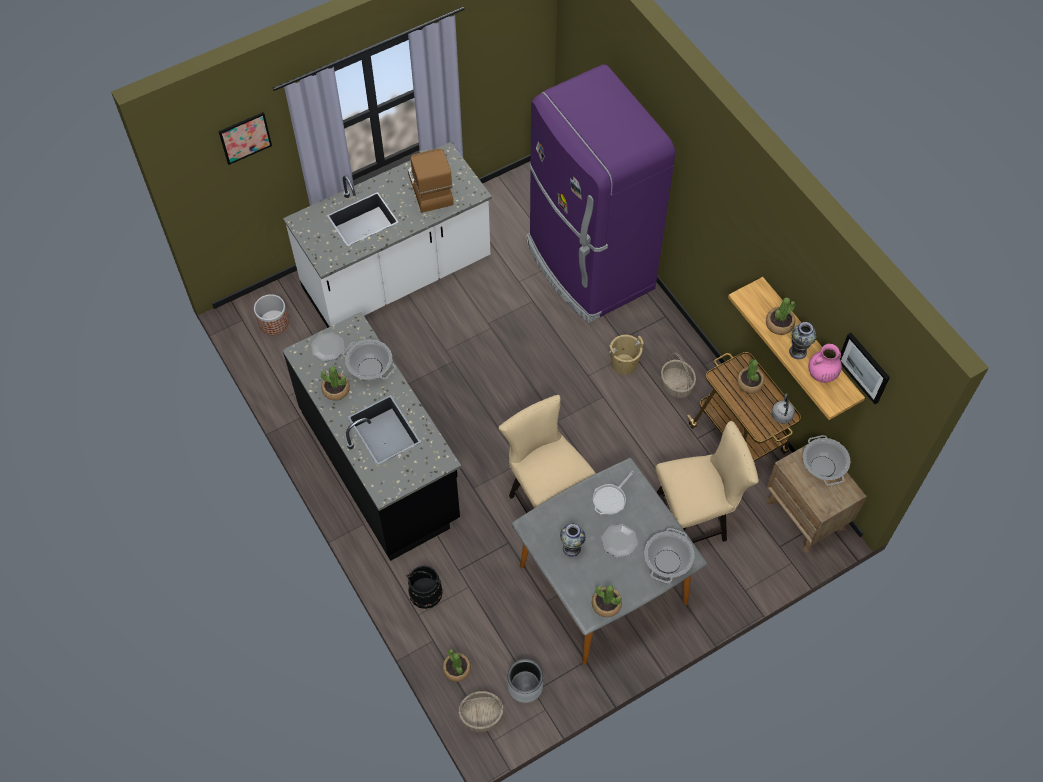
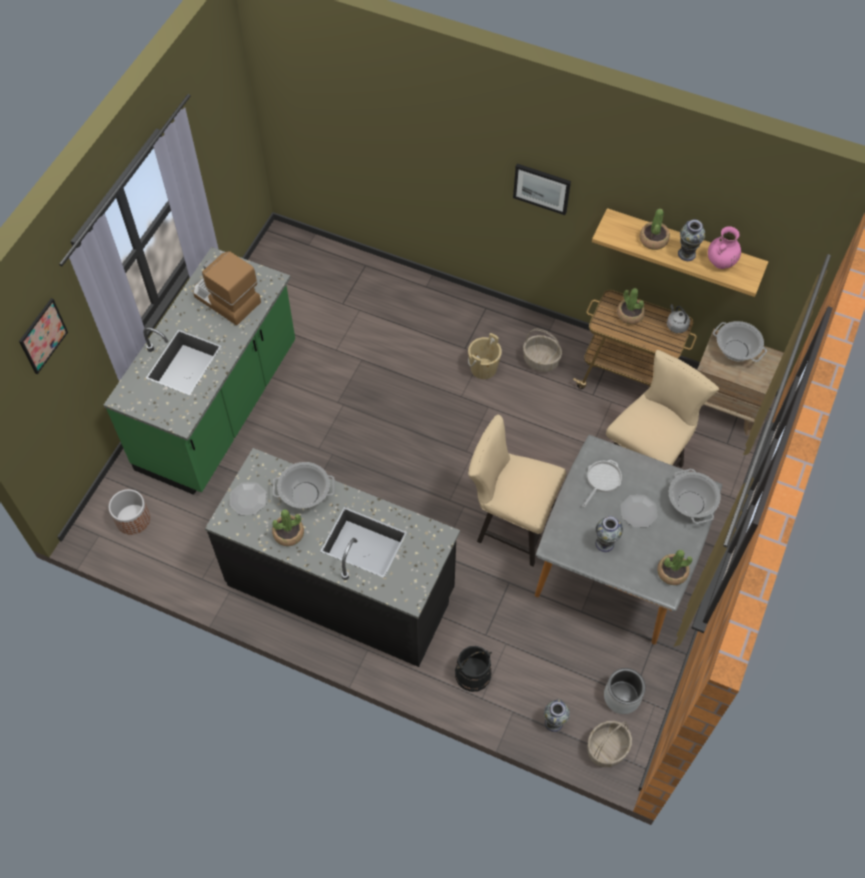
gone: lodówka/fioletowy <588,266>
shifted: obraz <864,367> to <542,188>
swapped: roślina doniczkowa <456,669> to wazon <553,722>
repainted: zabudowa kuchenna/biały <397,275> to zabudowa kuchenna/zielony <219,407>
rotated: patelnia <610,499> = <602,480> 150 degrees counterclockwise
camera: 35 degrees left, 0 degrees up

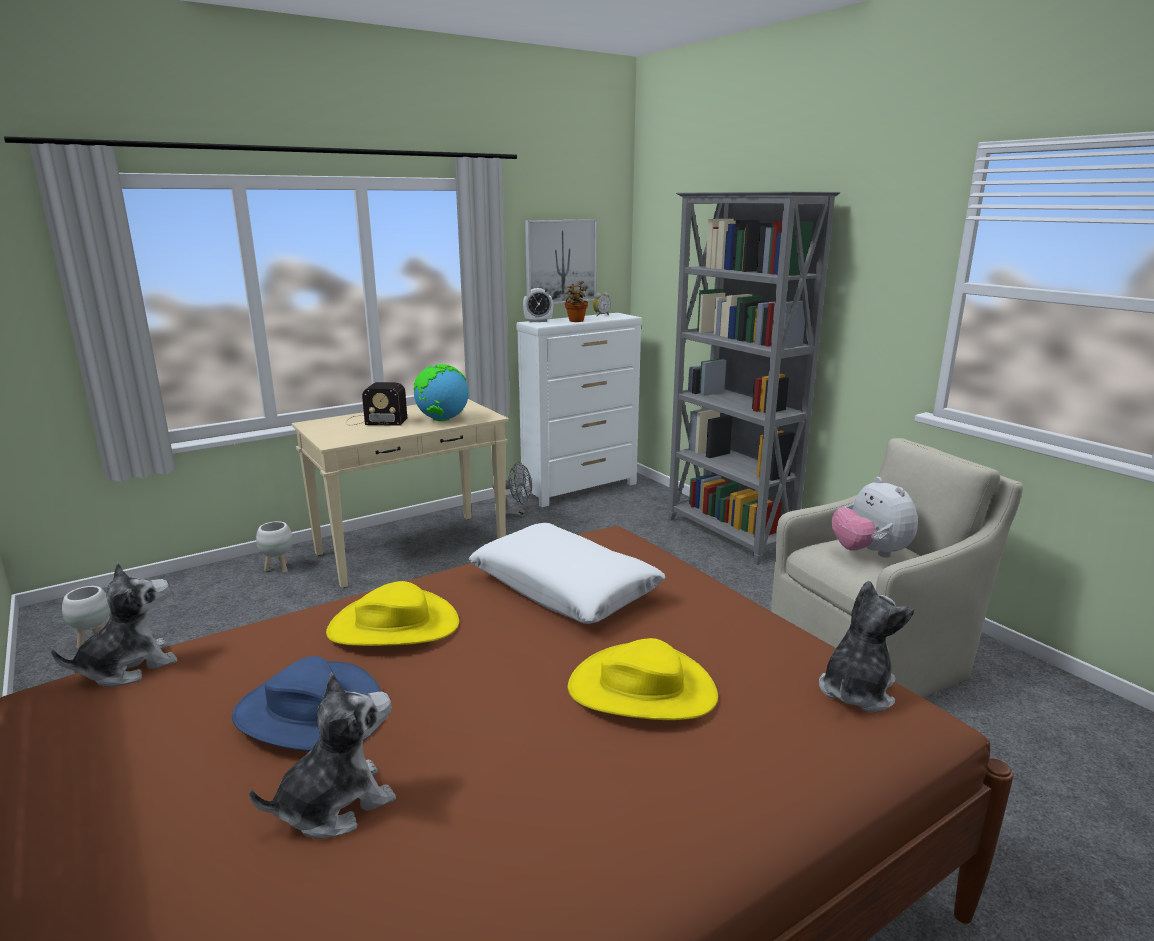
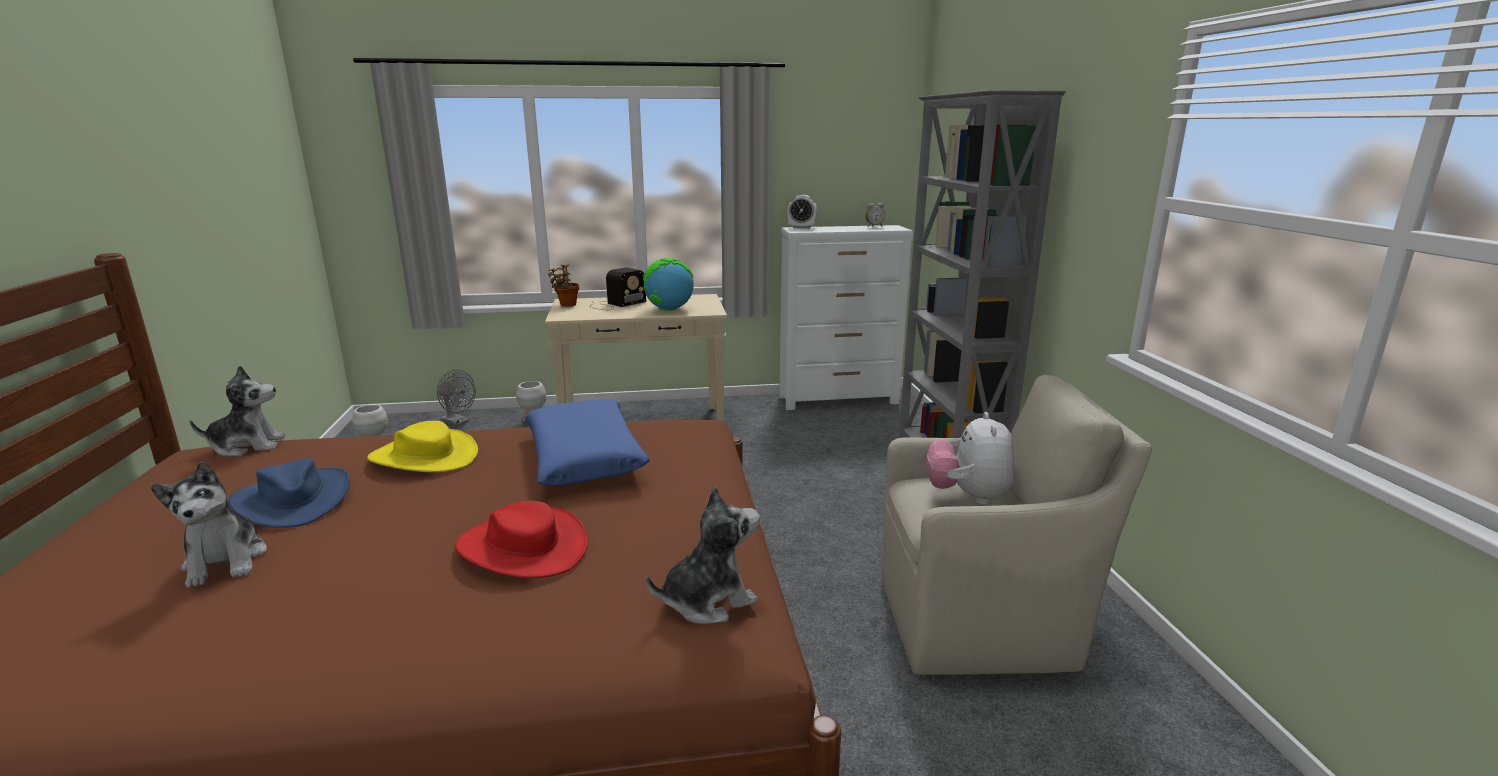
gone: obraz <560,262>
shifted: wentylator/szary <516,514> to <458,422>; roślina doniczkowa <576,321> to <566,305>
repainted: kapelusz/żółty <642,690> to kapelusz/czerwony <522,547>; poduszka/biały <564,587> to poduszka/niebieski <585,457>
rotated: pluszak <335,803> = <225,561> 75 degrees clockwise; radio <374,420> = <615,304> 75 degrees counterclockwise
camera: 25 degrees right, 0 degrees up

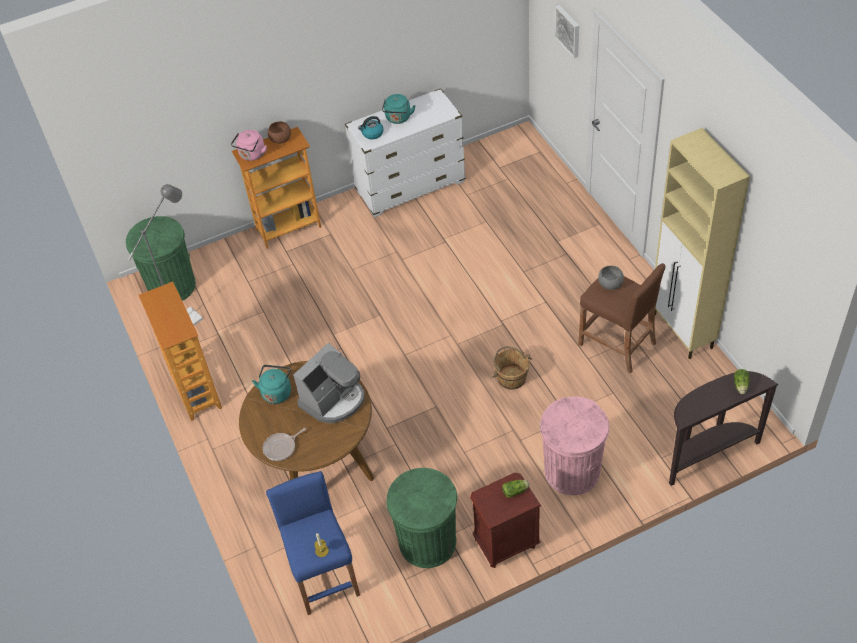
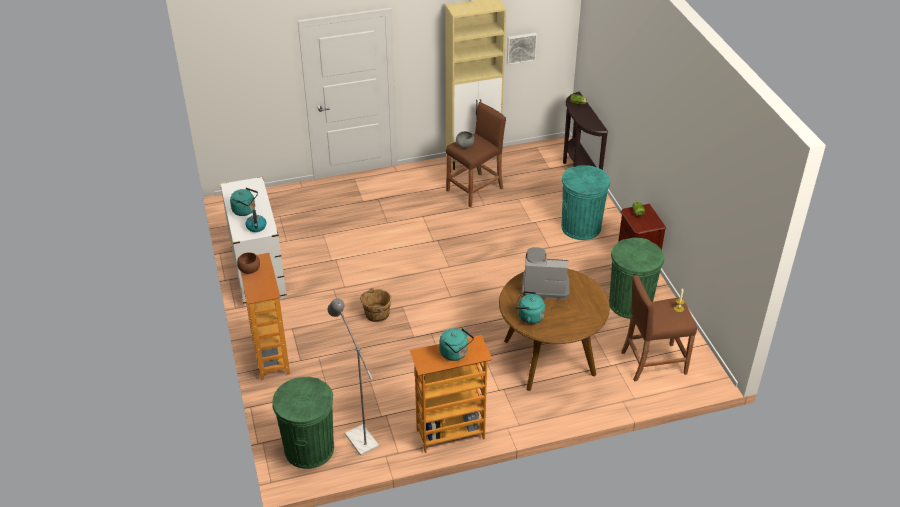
gone: czajnik/różowy <252,155>; patelnia <281,448>
new: czajnik/turkusowy <455,353>
shifted: wiadro/brązowy <511,377> to <376,314>; obraz <568,30> to <521,47>
repainted: kosz na śmieci/różowy <572,471> to kosz na śmieci/turkusowy <581,227>; stołek/niebieski <323,575> to stołek/brązowy <653,362>
rotated: ekspres do kawy <333,400> = <544,285> 45 degrees counterclockwise
camera: 85 degrees left, 10 degrees down

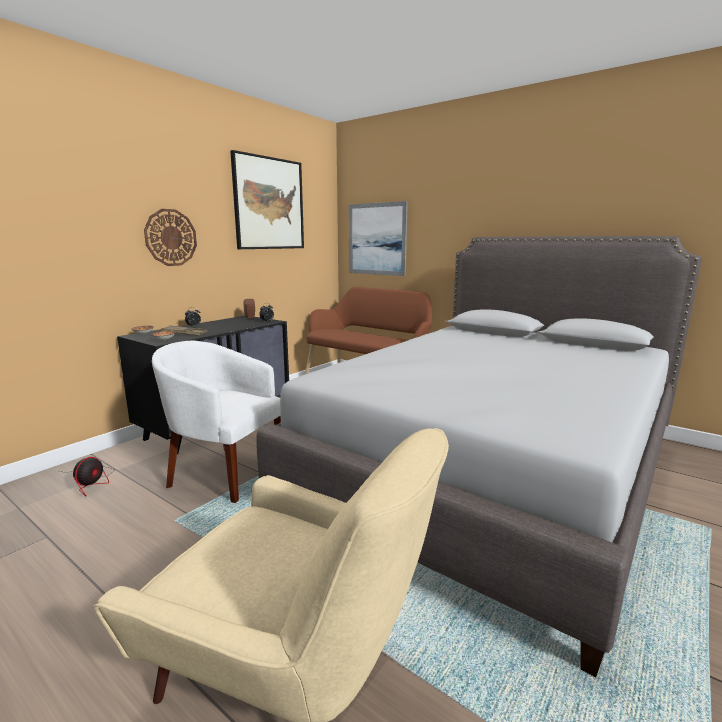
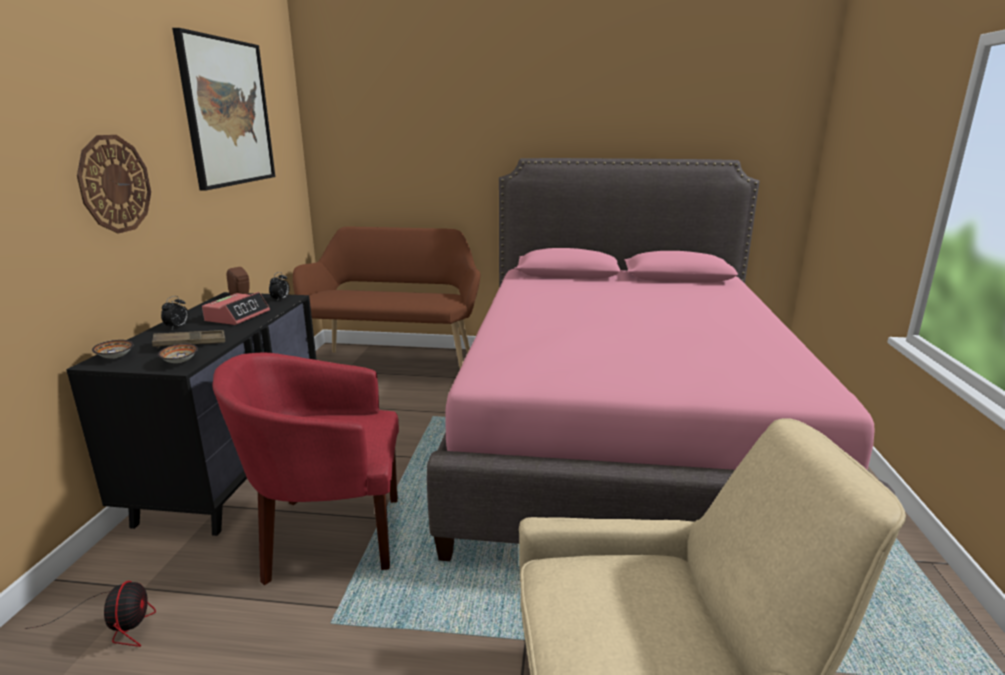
gone: obraz <377,239>
new: budzik <237,316>
repainted: fotel/biały <224,473> to fotel/czerwony <327,535>; łóżko/szary <492,470> to łóżko/różowy <623,434>
camera: 30 degrees left, 5 degrees up

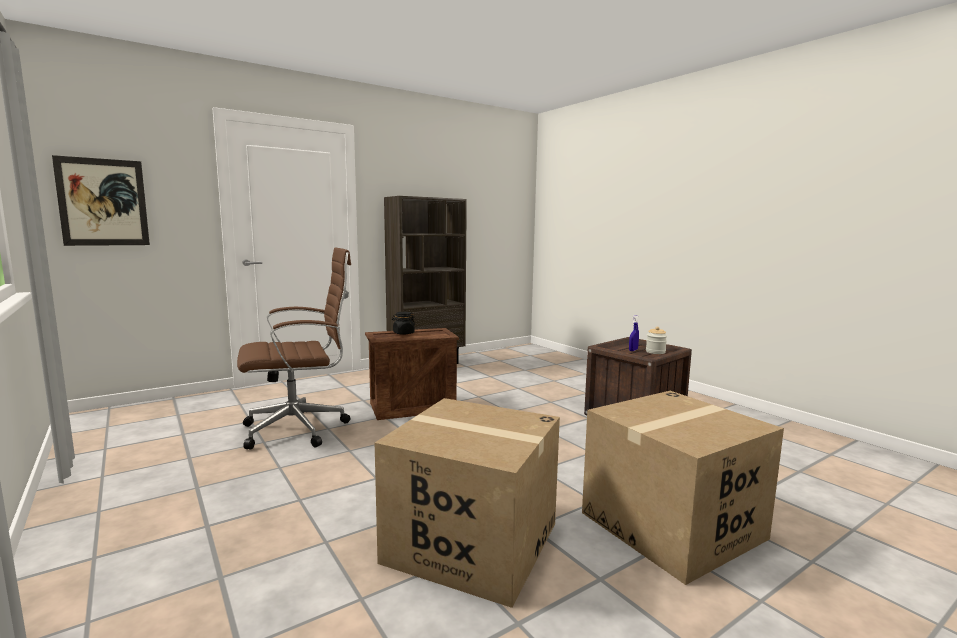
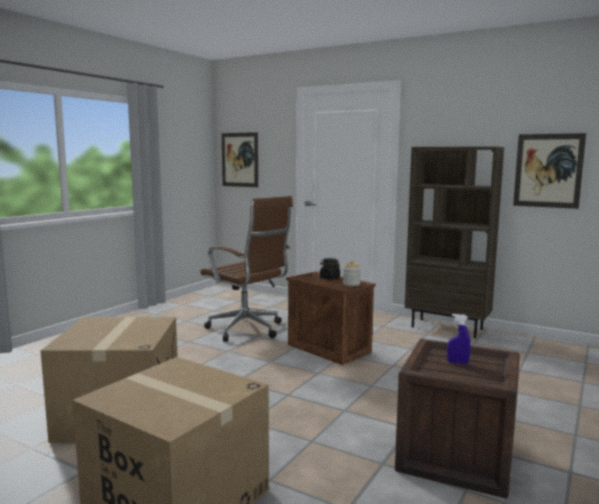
new: obraz <548,170>
shifted: słoik <655,352> to <351,284>
camera: 65 degrees right, 0 degrees up

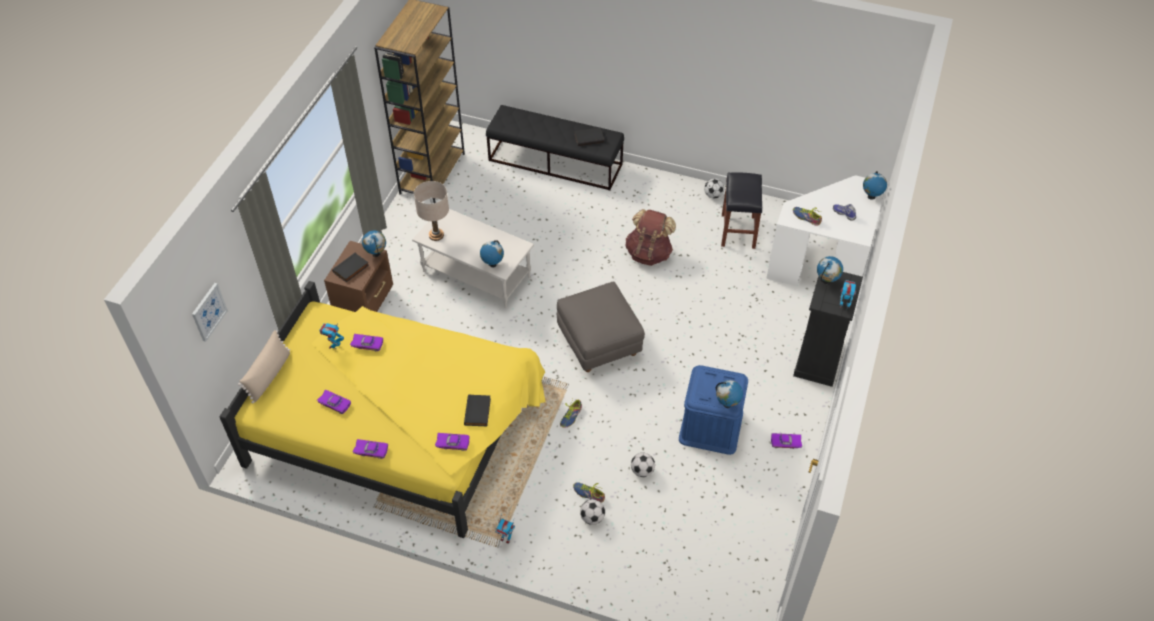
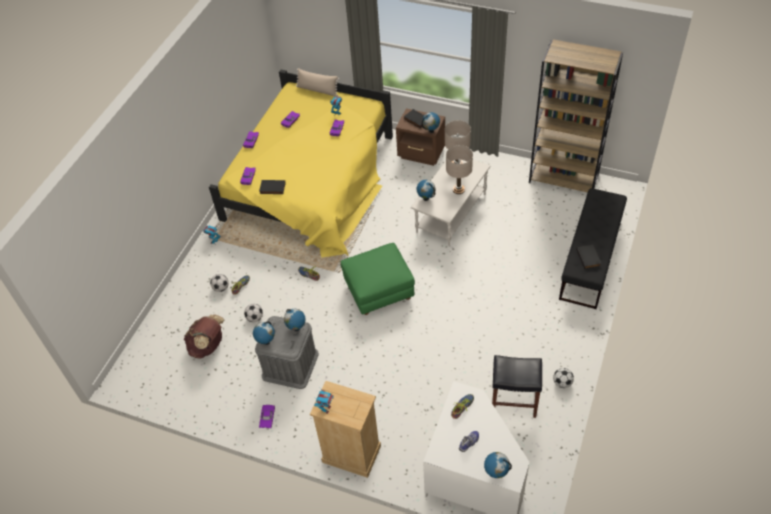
gone: obraz <208,311>
new: lampa stołowa/beżowy <458,190>
shifted: plecak/brązowy <649,253> to <208,346>; globus <826,281> to <296,328>
repainted: pojemnik do przechowywania/niebieski <711,426> to pojemnik do przechowywania/szary <290,365>; komoda/czarny <818,361> to komoda/beżowy <351,454>; pufa/szary <599,343> to pufa/zielony <379,292>
camera: 95 degrees right, 0 degrees up

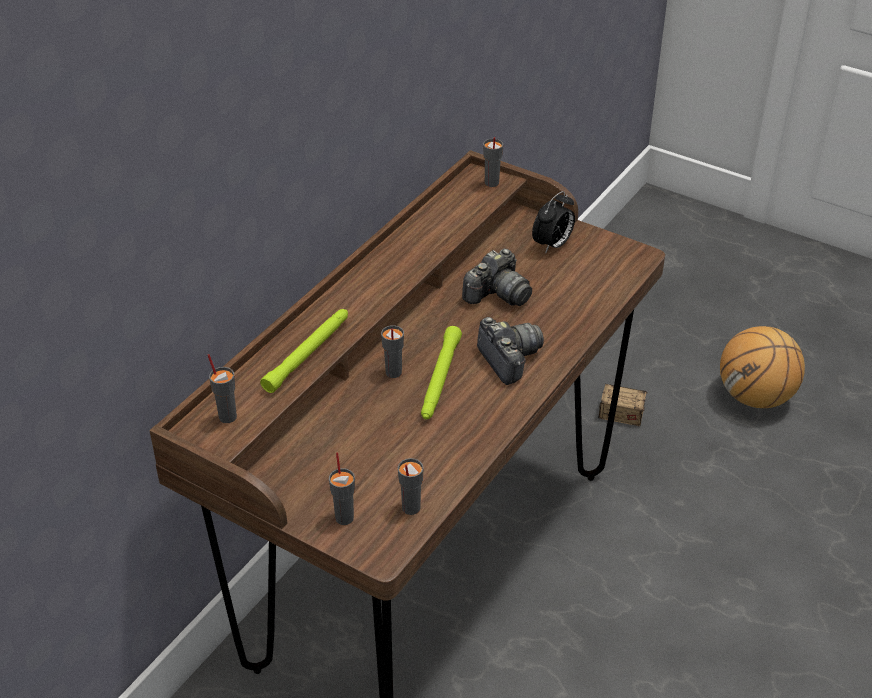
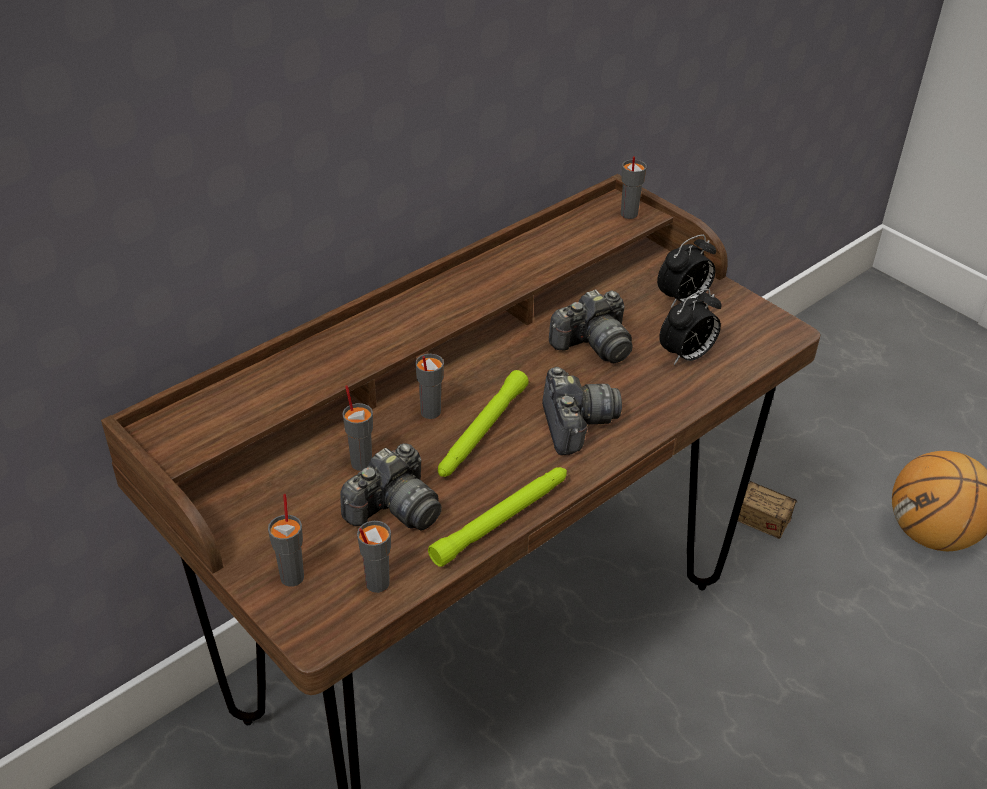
new: aparat fotograficzny <394,509>; budzik <686,356>
shifted: filiżanka/szary <227,416> to <361,462>; latarka/zielony <308,353> to <502,519>
camera: 15 degrees right, 0 degrees up

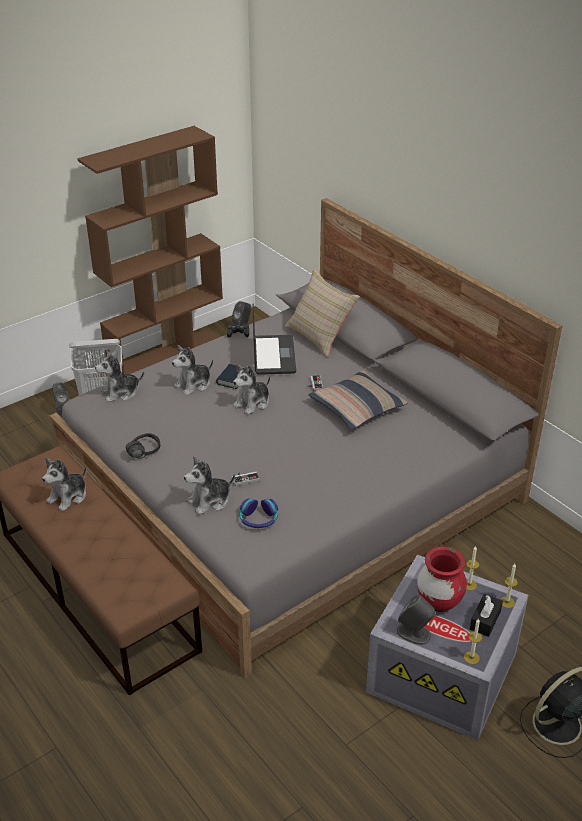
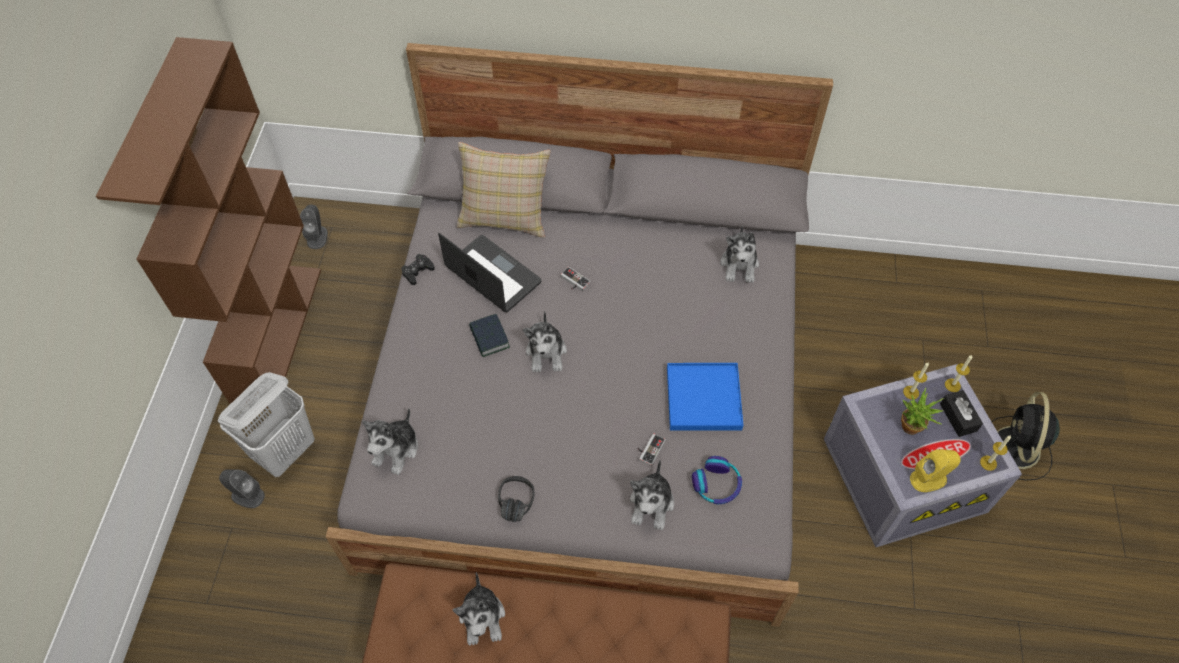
gone: poduszka <357,407>
new: taca/niebieski <703,398>
shifted: pluszak <194,384> to <739,265>
swapped: wazon/czerwony <439,602> to roślina doniczkowa <910,430>
repainted: głośnik/szary <414,633> to głośnik/żółty <929,478>
camera: 45 degrees left, 20 degrees up

